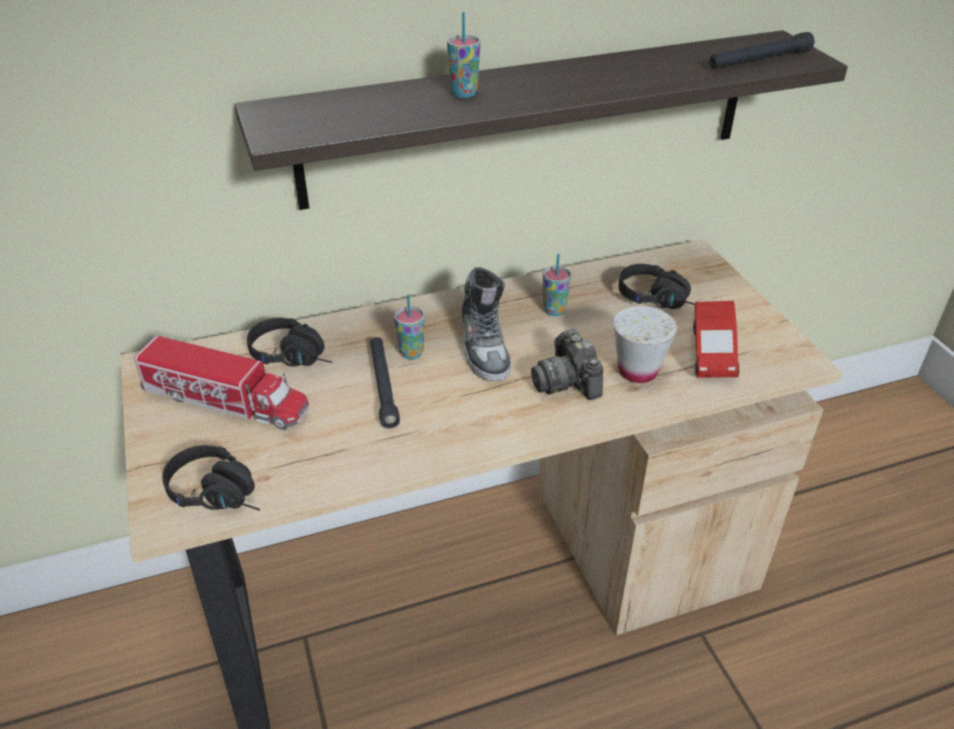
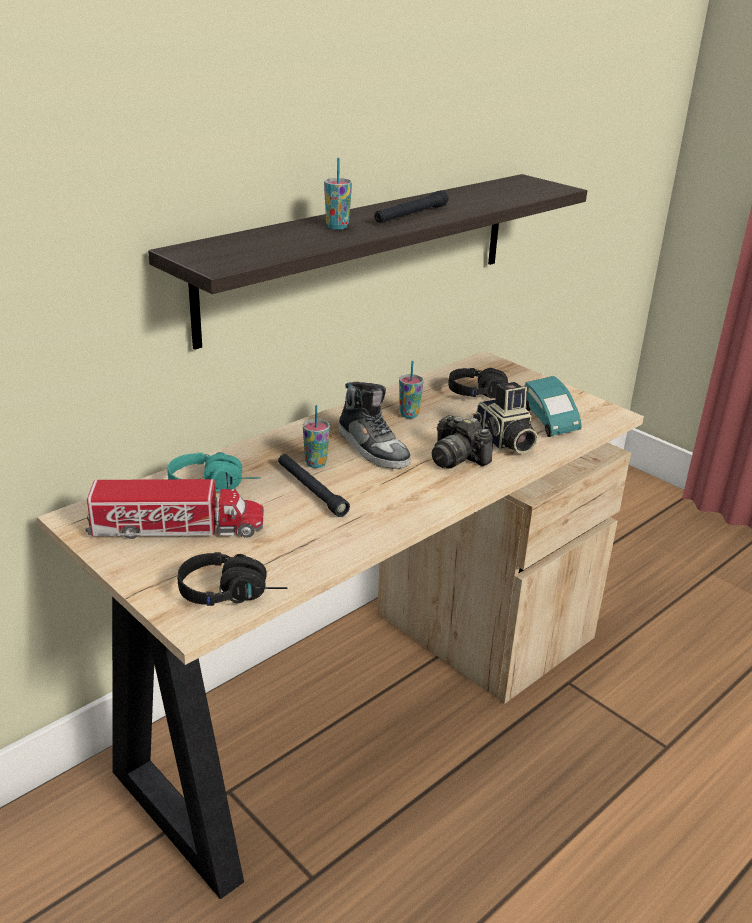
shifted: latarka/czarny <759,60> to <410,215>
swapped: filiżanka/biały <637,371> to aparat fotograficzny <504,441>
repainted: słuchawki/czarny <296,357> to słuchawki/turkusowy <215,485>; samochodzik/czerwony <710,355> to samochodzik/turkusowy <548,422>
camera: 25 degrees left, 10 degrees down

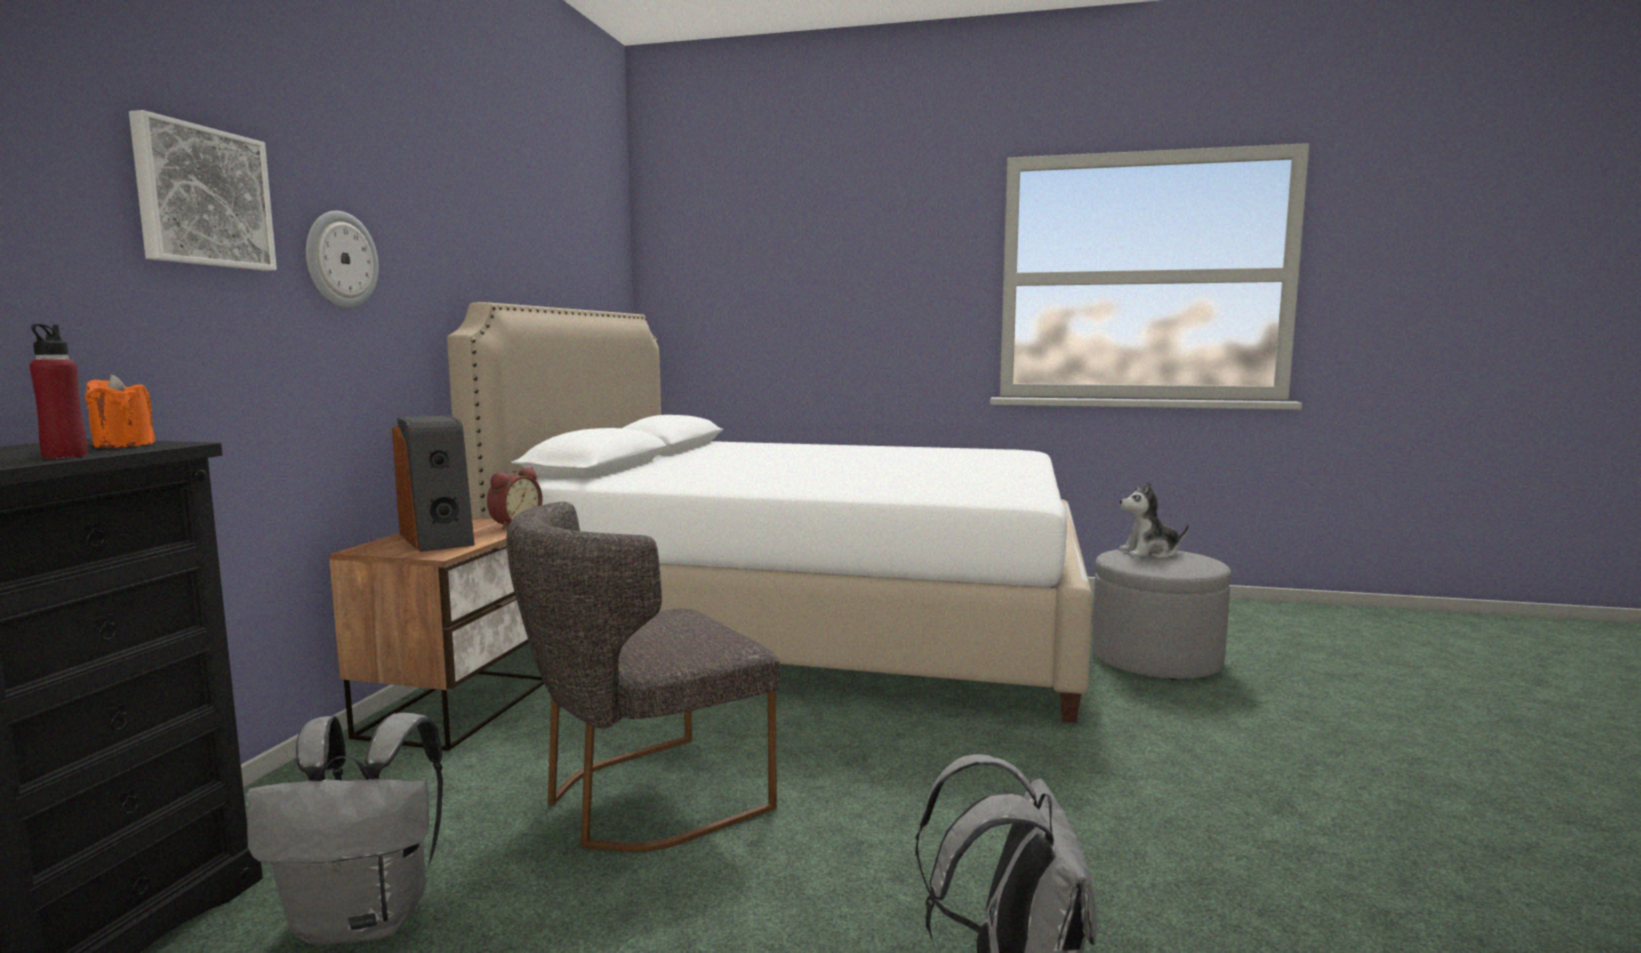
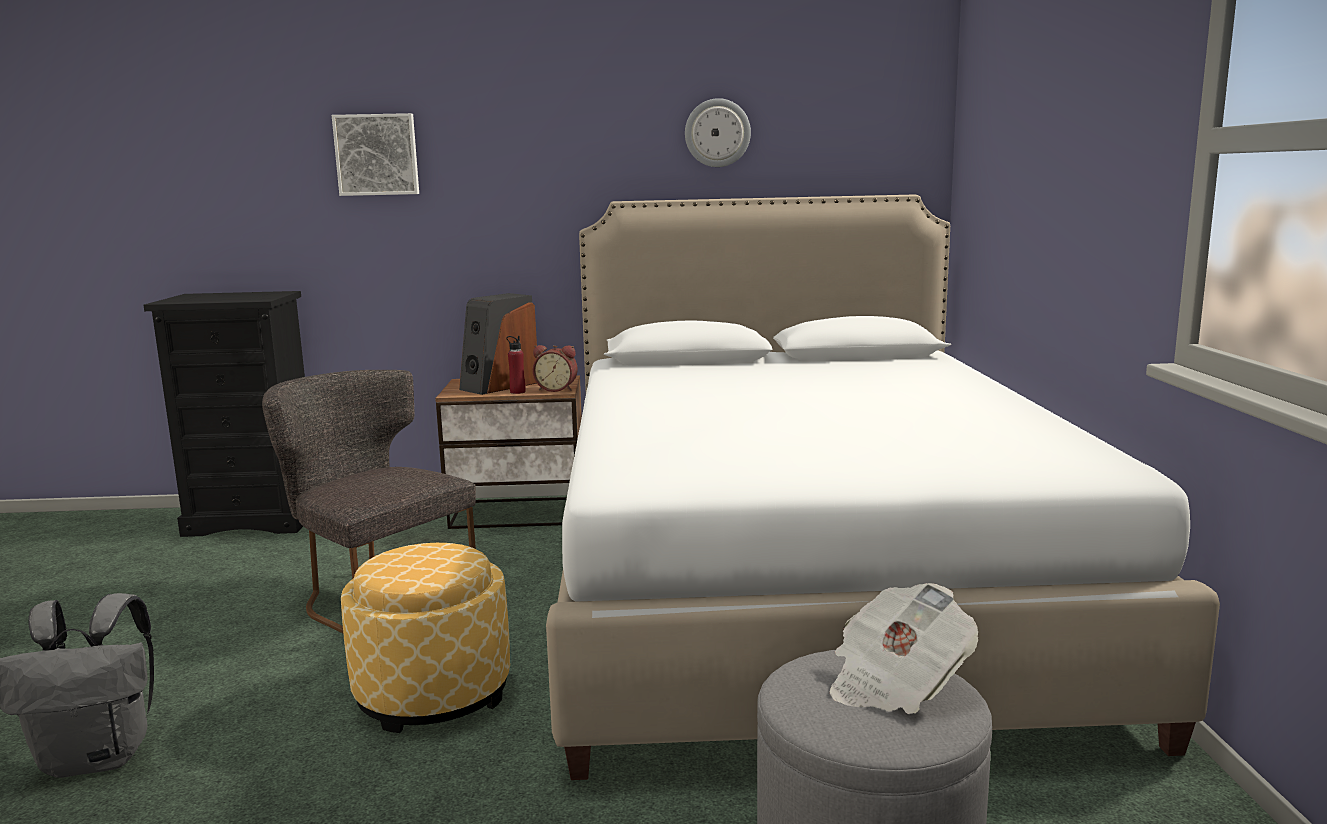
gone: świeca/pomarańczowy <123,445>; plecak/szary <366,920>
new: pufa <433,693>
shifted: butelka/czerwony <65,456> to <517,392>; zegar ścienny <340,259> to <717,133>
swapped: pluszak <1150,553> to gazeta <895,683>
camera: 75 degrees right, 5 degrees up

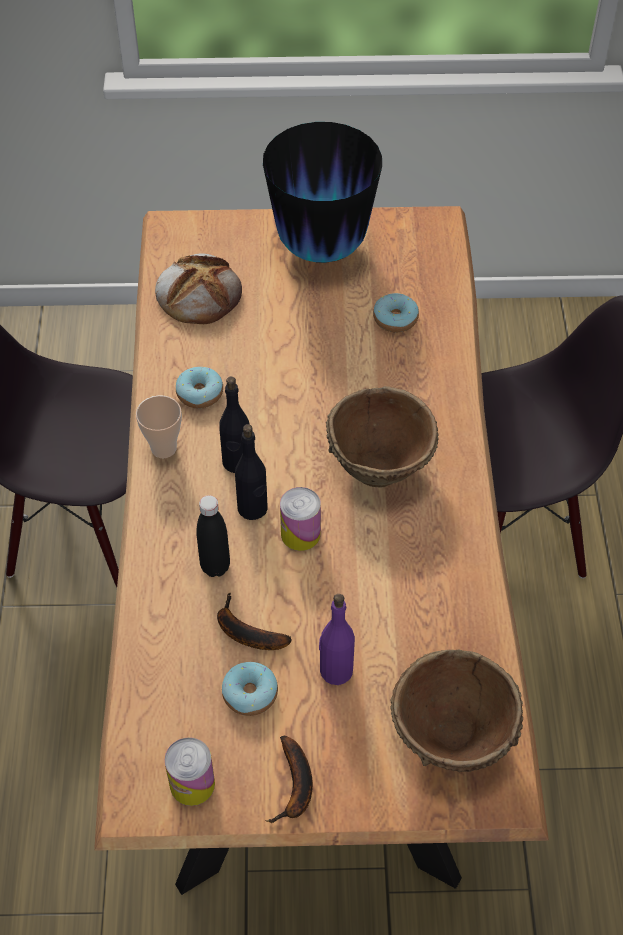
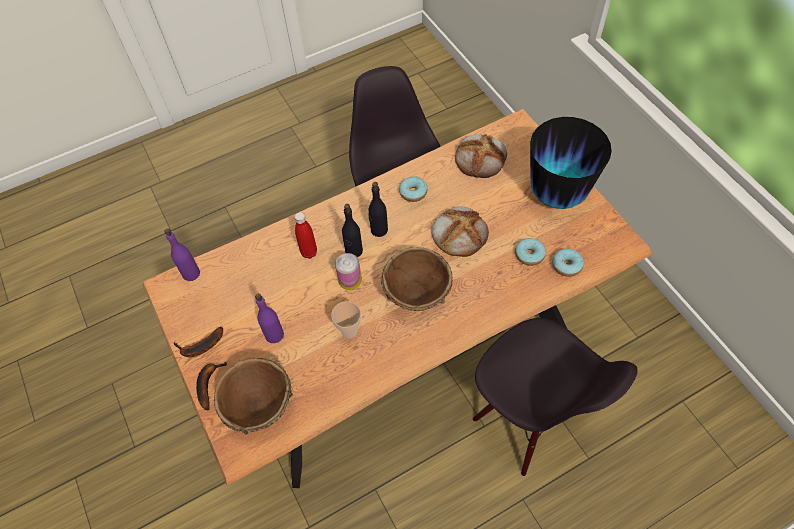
gone: puszka <192,784>
new: butelka/fioletowy <191,273>; chleb <459,233>
shifted: banan <245,632> to <208,384>; filiżanka <163,448> to <349,331>; donut <250,694> to <566,265>
repainted: butelka/czarny <215,566> to butelka/czerwony <309,252>
camera: 65 degrees right, 5 degrees up

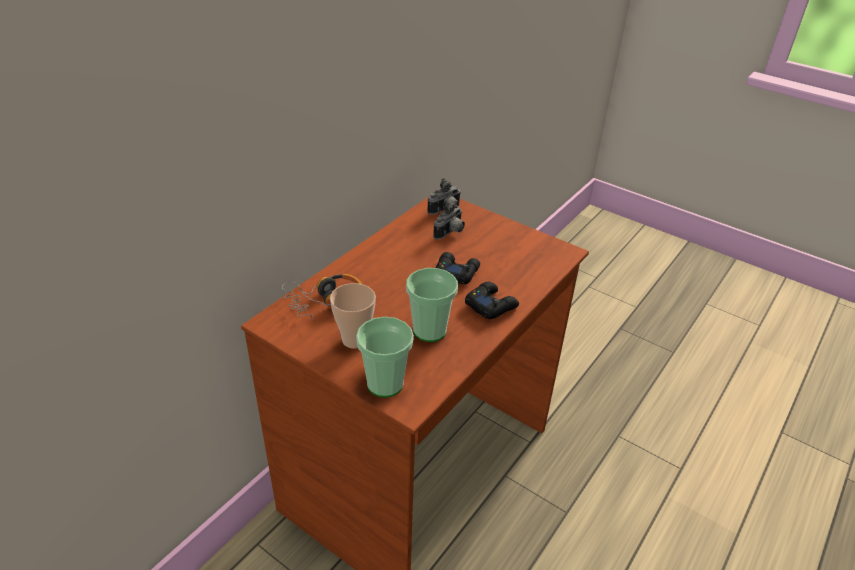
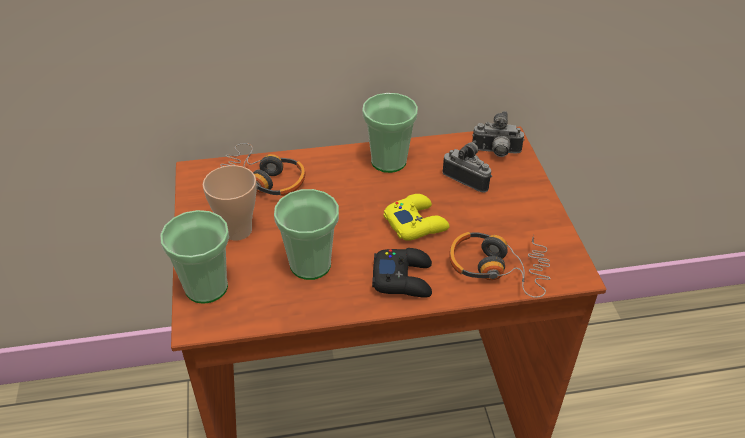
new: filiżanka <388,161>; słuchawki <498,268>
repainted: pad do gier/czarny <456,272> to pad do gier/żółty <416,223>
rotated: aparat fotograficzny <450,233> = <468,179> 135 degrees counterclockwise
camera: 45 degrees right, 5 degrees up

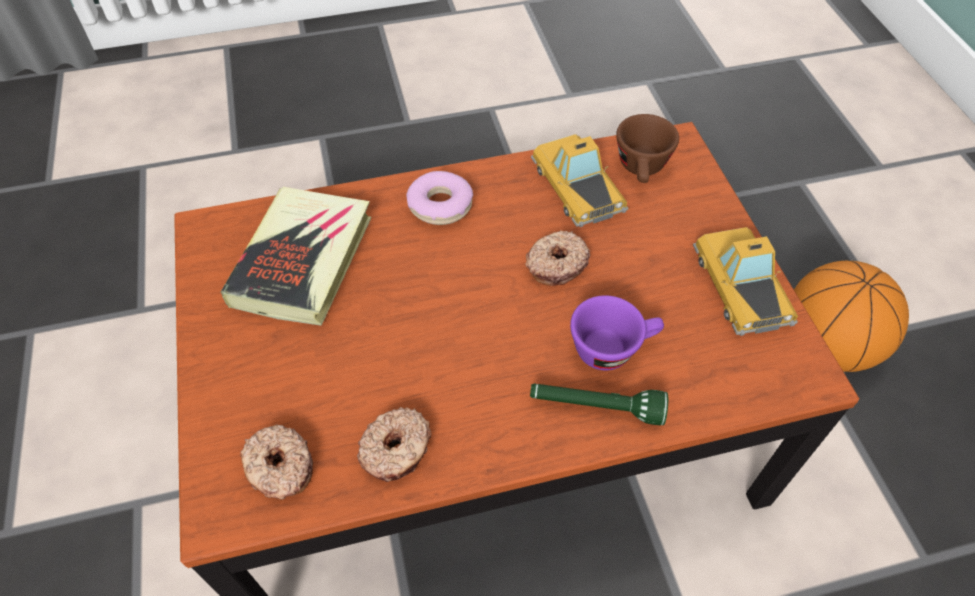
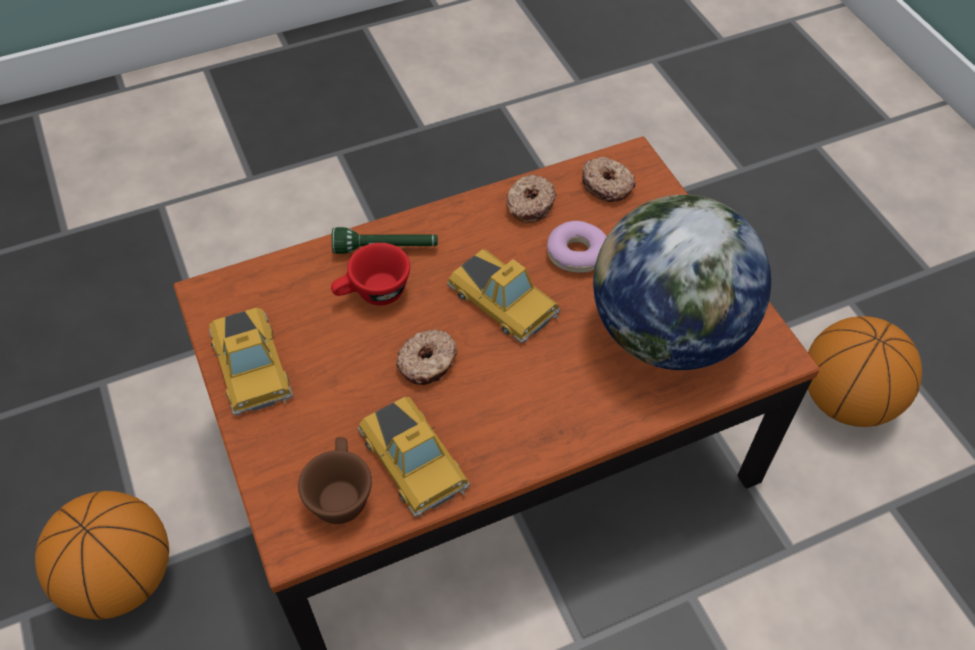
new: samochodzik <504,301>; piłka do koszykówki <845,400>
shifted: donut <440,205> to <577,254>
swapped: książka <303,260> to globus <666,334>
repainted: filiżanka/fioletowy <612,347> to filiżanka/czerwony <373,294>
camera: 170 degrees right, 0 degrees up

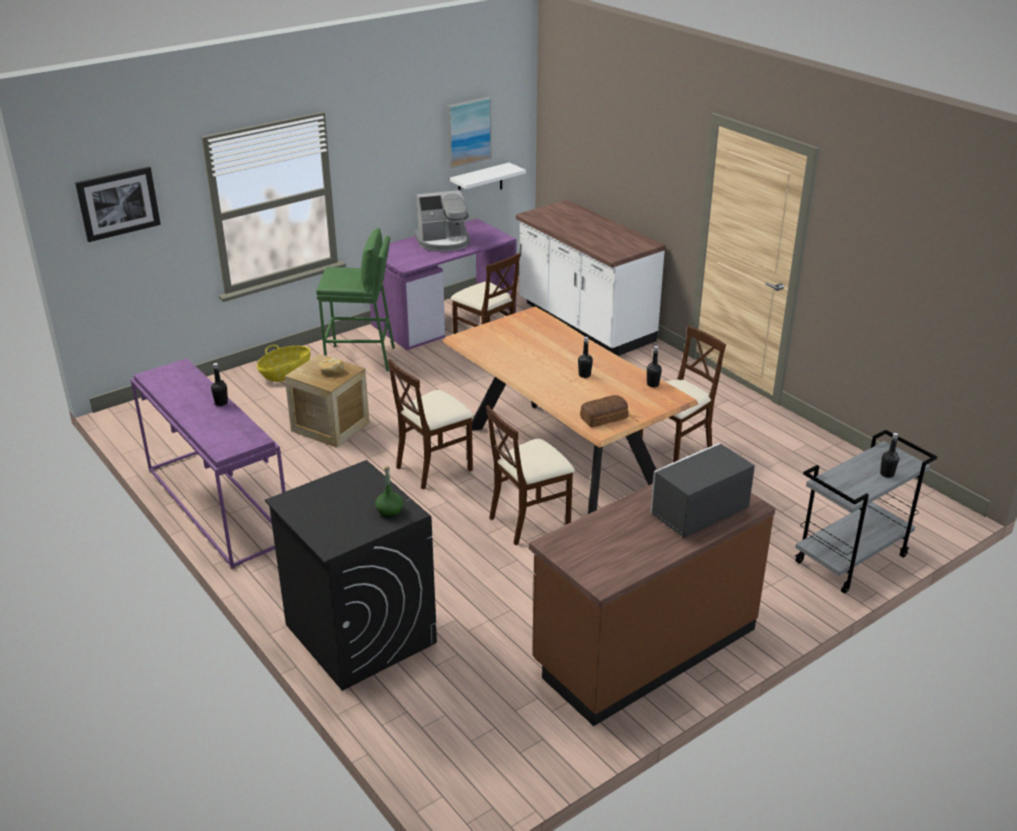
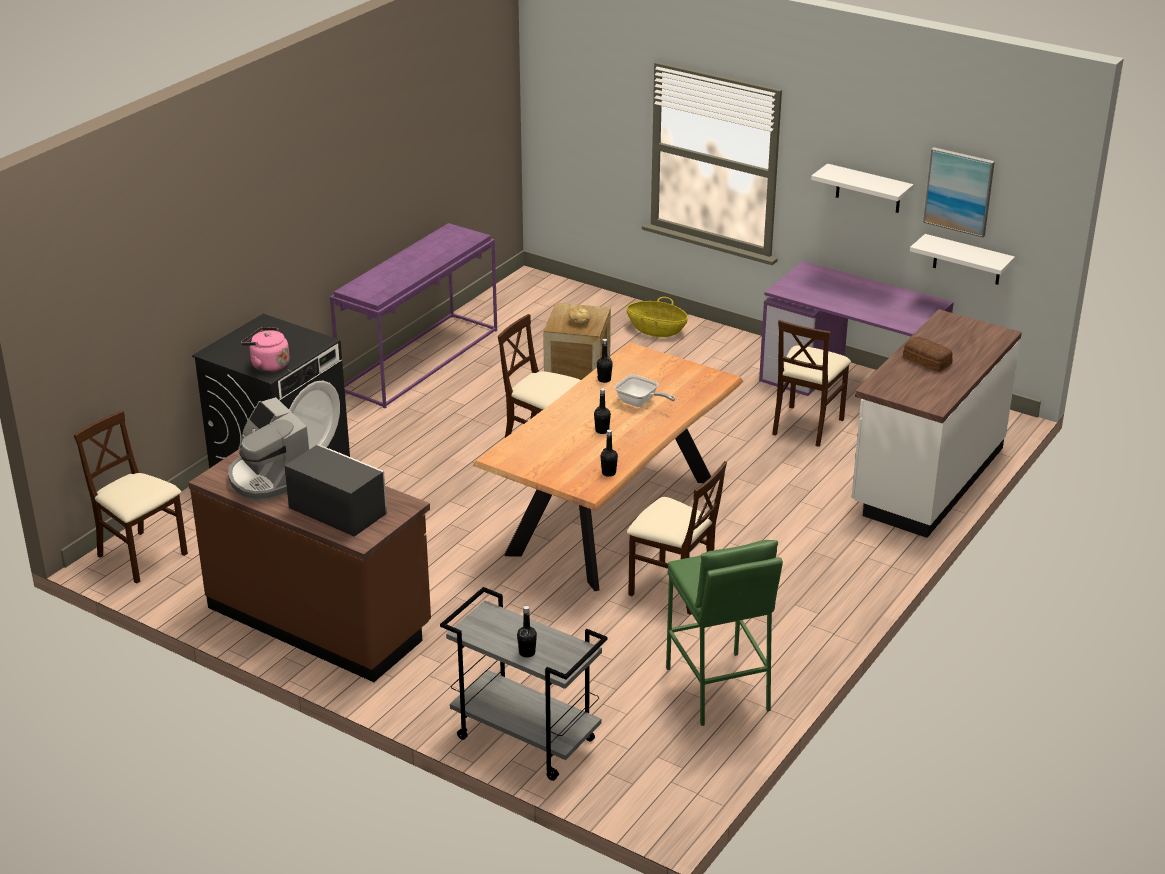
gone: obraz <118,203>
new: patelnia <640,403>; półka/biały <868,189>
shifted: krzesło/beżowy <529,521> to <142,556>; ekspres do kawy <443,242> to <269,478>; butelka/czarny <221,403> to <604,379>; stołek/zielony <361,358> to <718,689>; chleb <605,418> to <927,361>
swapped: butelka/zielony <389,511> to czajnik/różowy <268,365>
camera: 70 degrees right, 0 degrees up

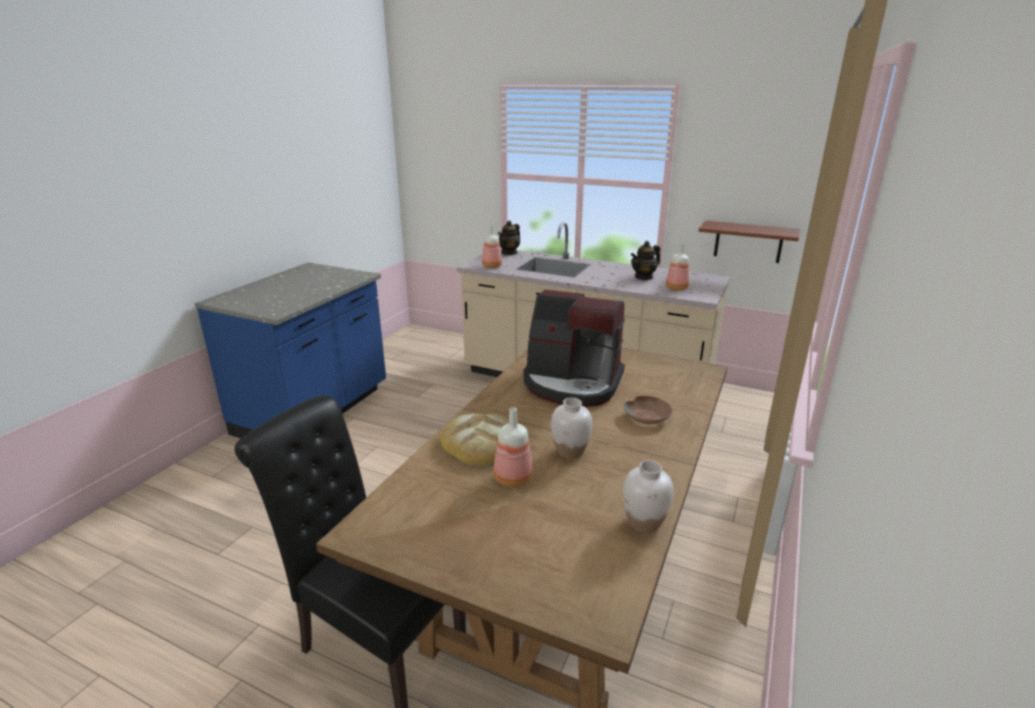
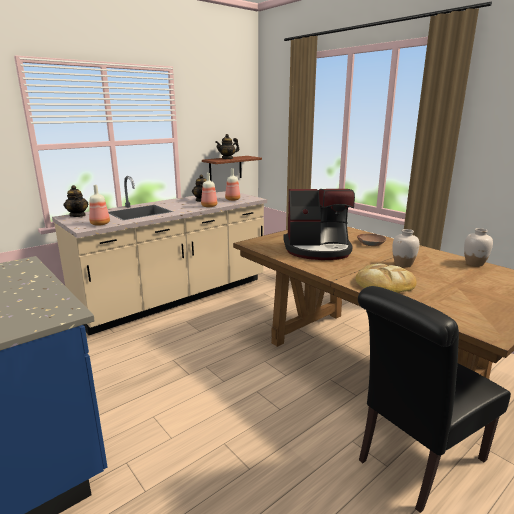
new: imbryk <227,158>
shifted: butelka <511,479> to <209,206>
rotated: ekspres do kawy <572,383> = <318,249> 45 degrees clockwise
camera: 65 degrees left, 5 degrees down

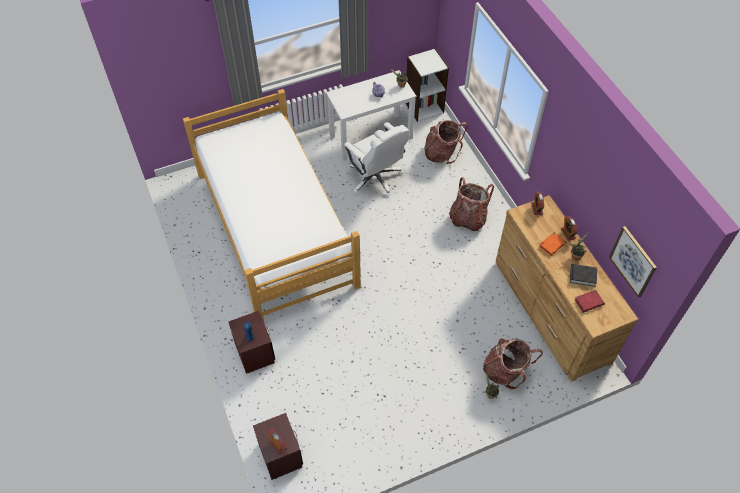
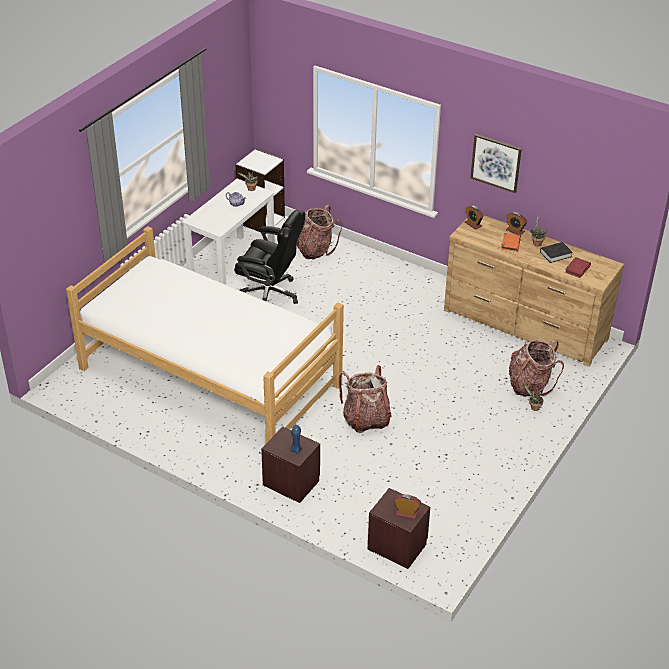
shifted: plecak <468,218> to <366,419>; obraz <633,261> to <496,163>
repainted: krzesło biurowe/biały <375,178> to krzesło biurowe/czarny <270,294>
camera: 35 degrees left, 15 degrees down

